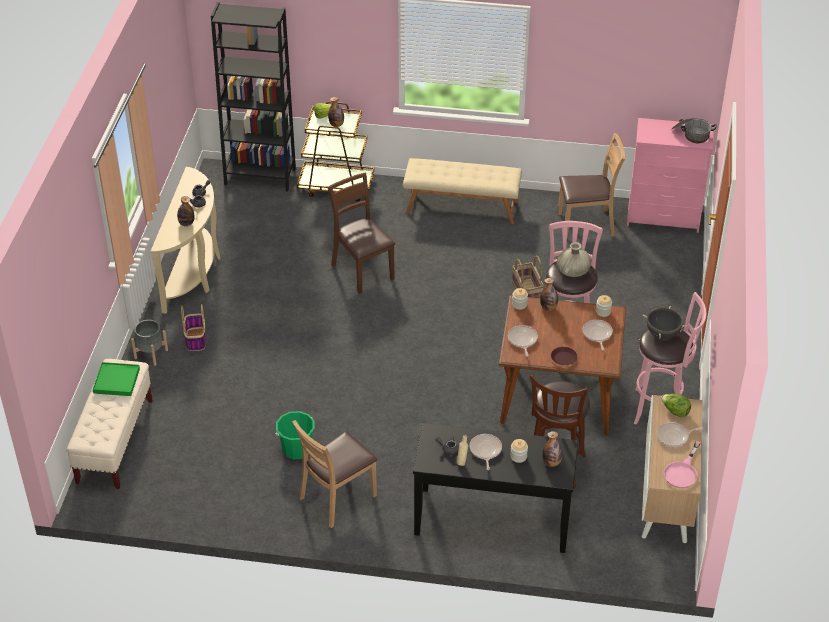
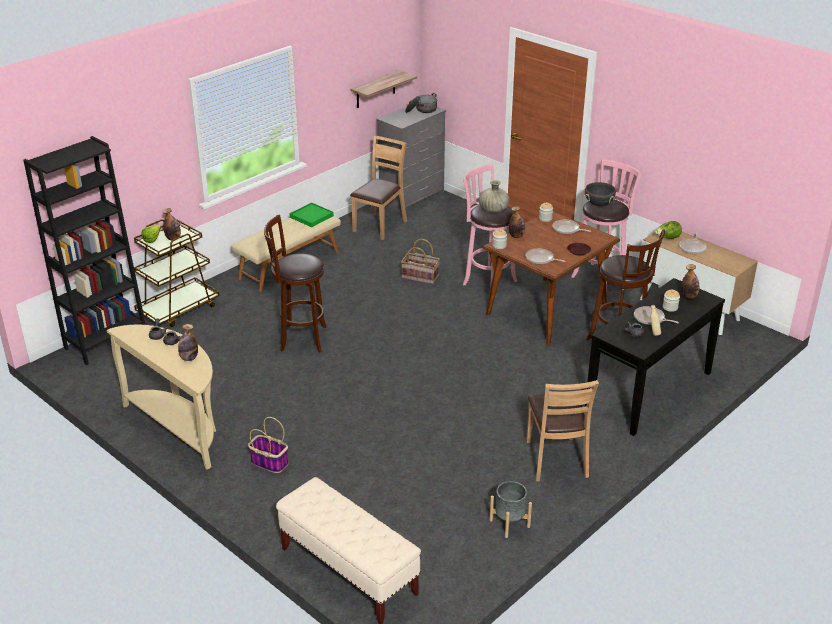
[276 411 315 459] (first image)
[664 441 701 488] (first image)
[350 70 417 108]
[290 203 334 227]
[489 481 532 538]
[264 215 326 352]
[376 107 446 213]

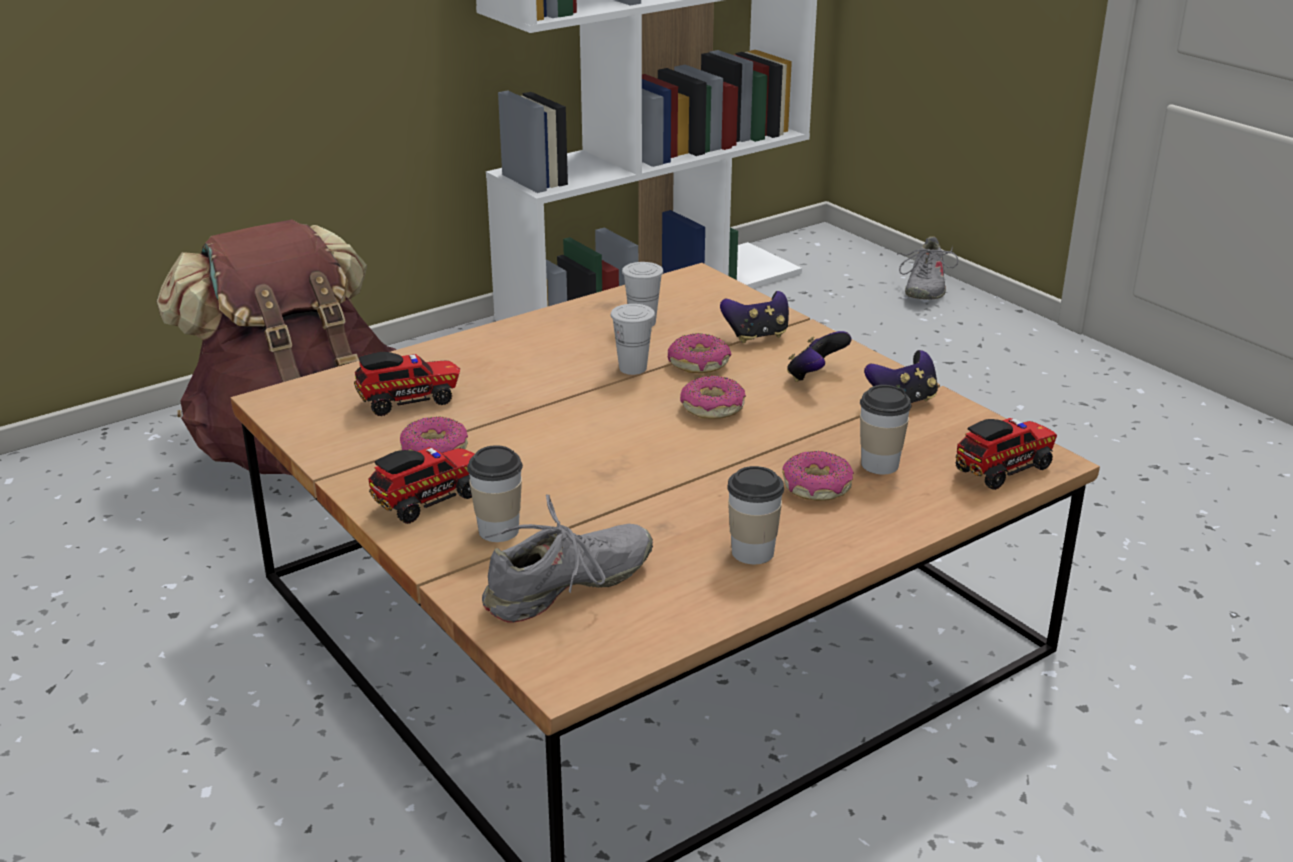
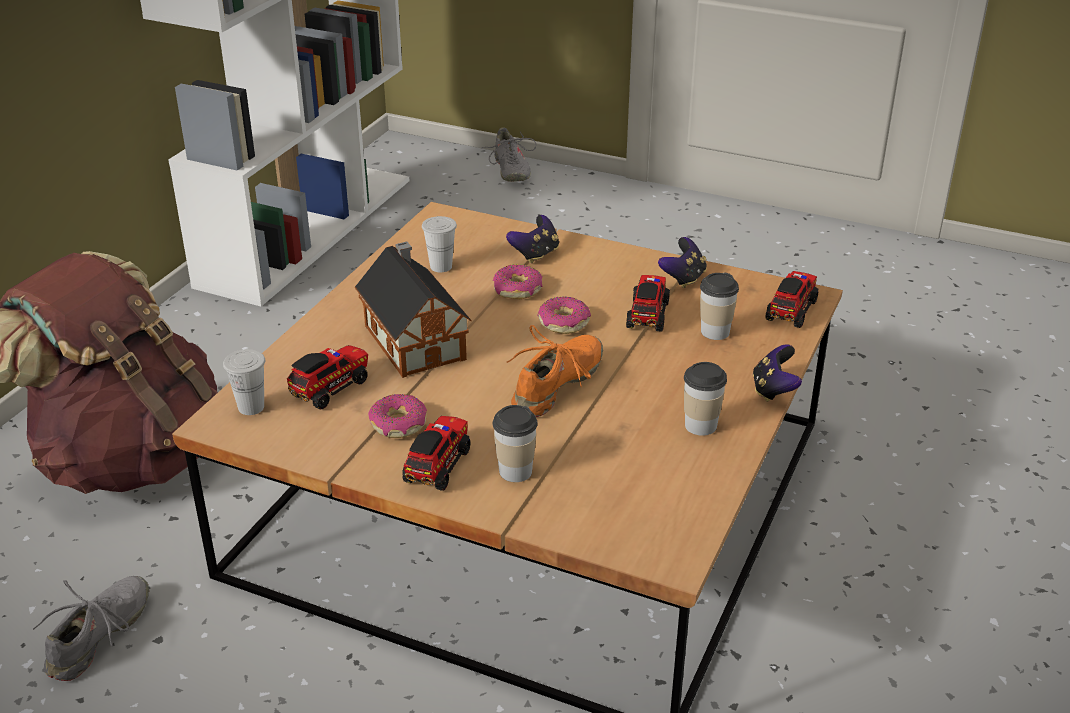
[782 451 854 501] (first image)
[355 242 472 378]
[507 325 603 417]
[626 275 670 332]
[33 576 150 681]
[223 349 265 415]
[753 344 802 402]

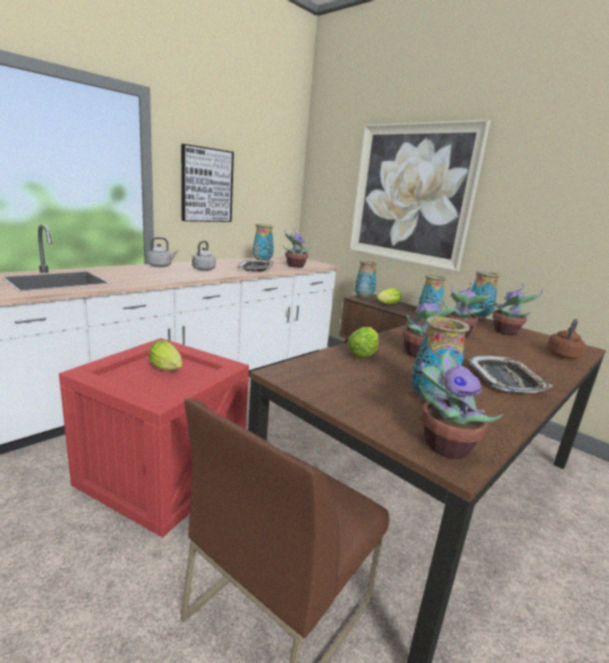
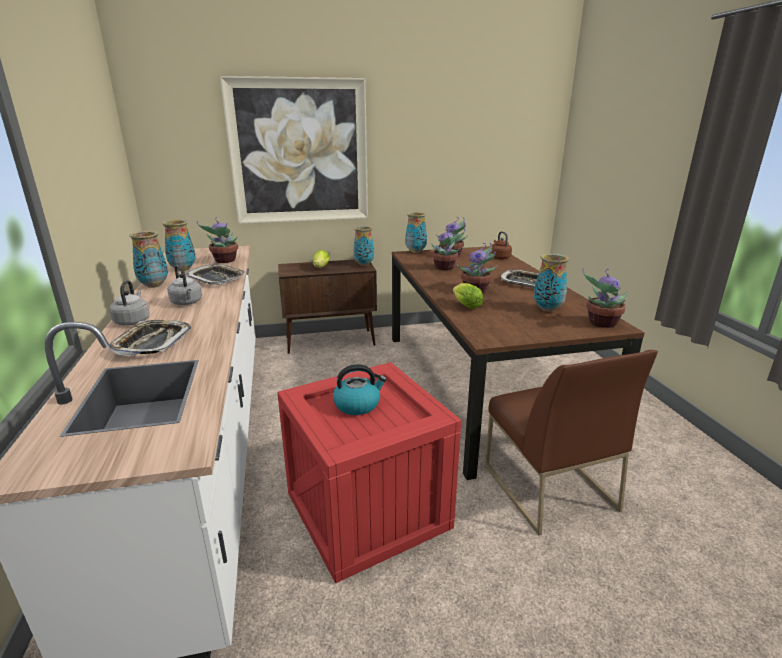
[181 144 234 222] (first image)
[109 320 191 357]
[129 231 168 288]
[333 364 387 415]

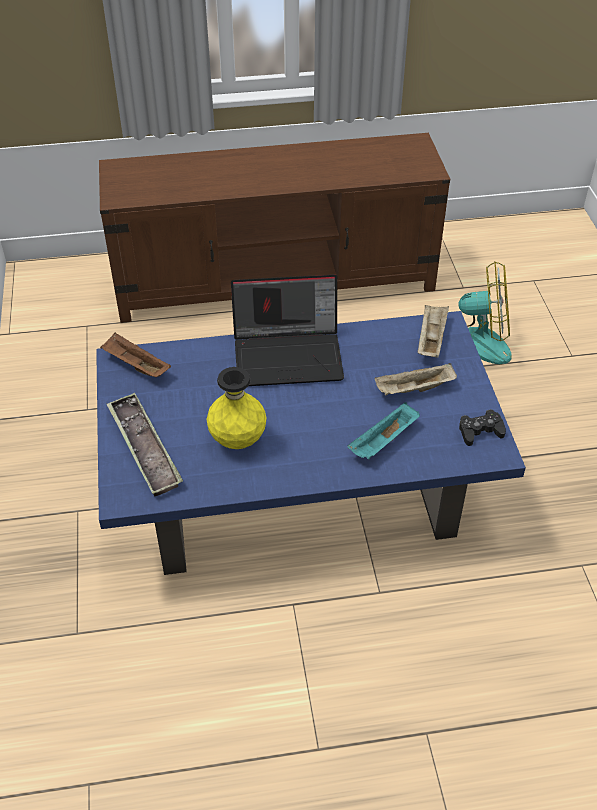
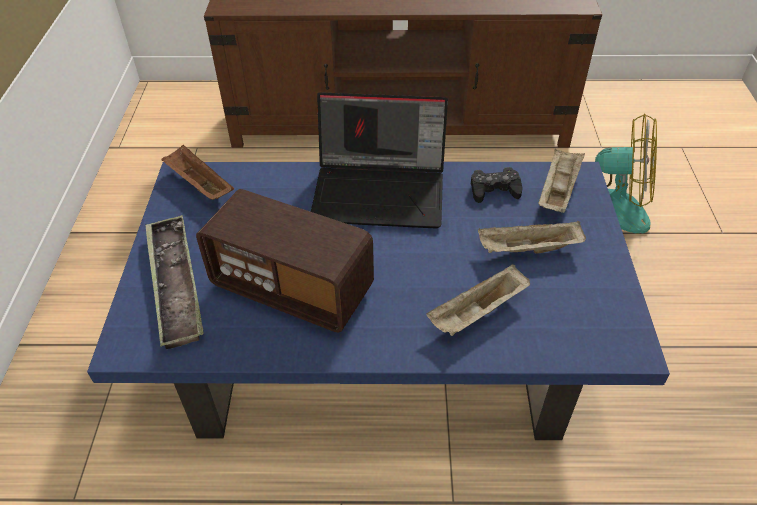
[471 167 523 203]
[196 189 374 333]
[426 264 530 336]

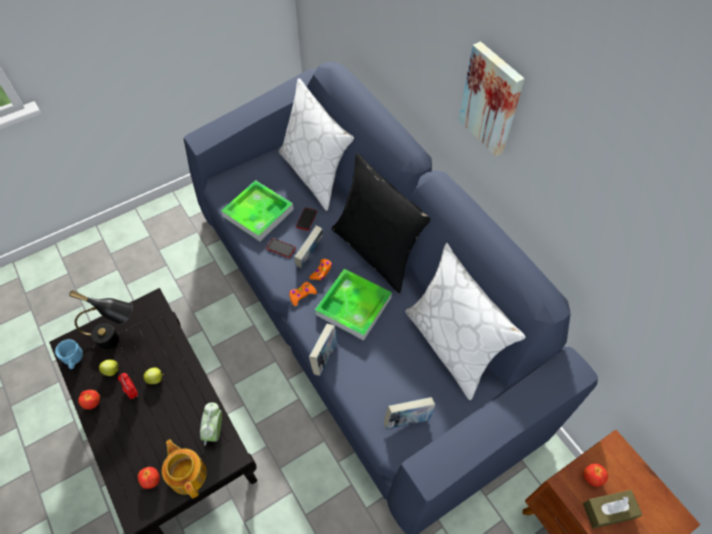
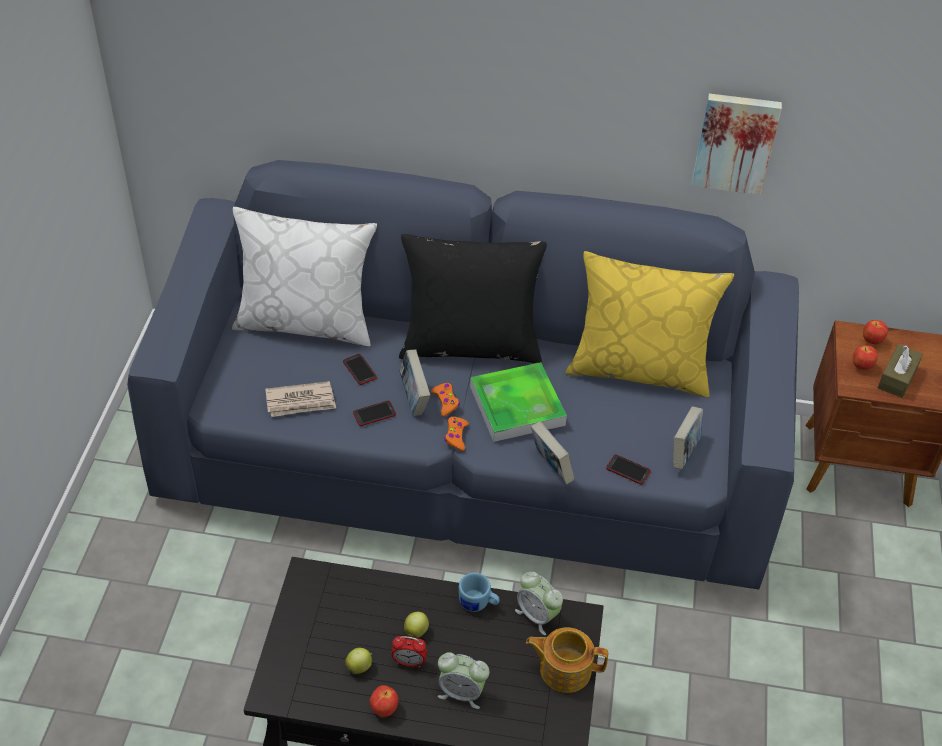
[69 290 133 350] (first image)
[438 652 489 709]
[606 454 651 485]
[459 573 500 612]
[863 320 888 344]
[691 93 782 195]
[265 381 336 417]
[566 251 734 397]

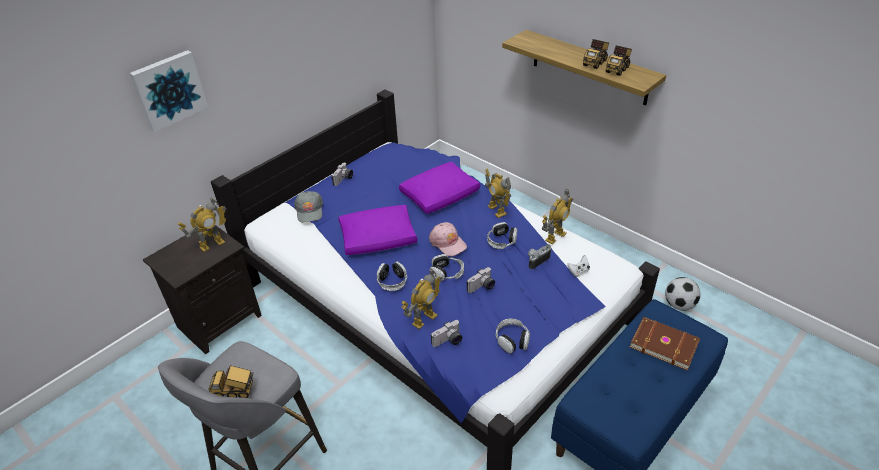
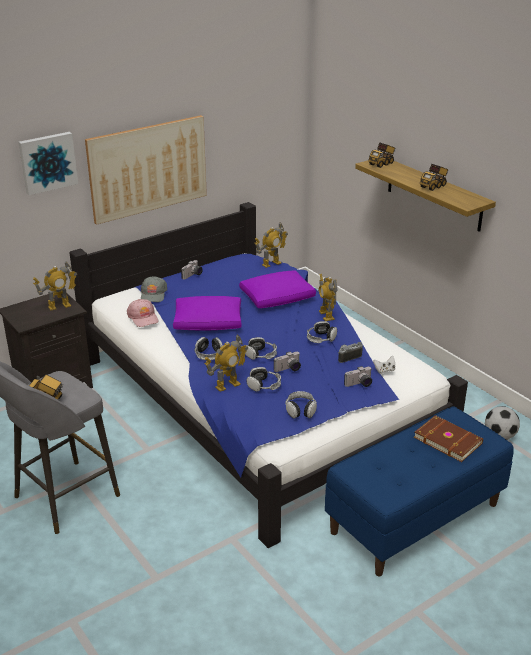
[85 115 207 225]
[247 367 281 392]
[127 299 158 327]
[344 366 372 387]
[254 222 288 268]
[368 142 396 168]

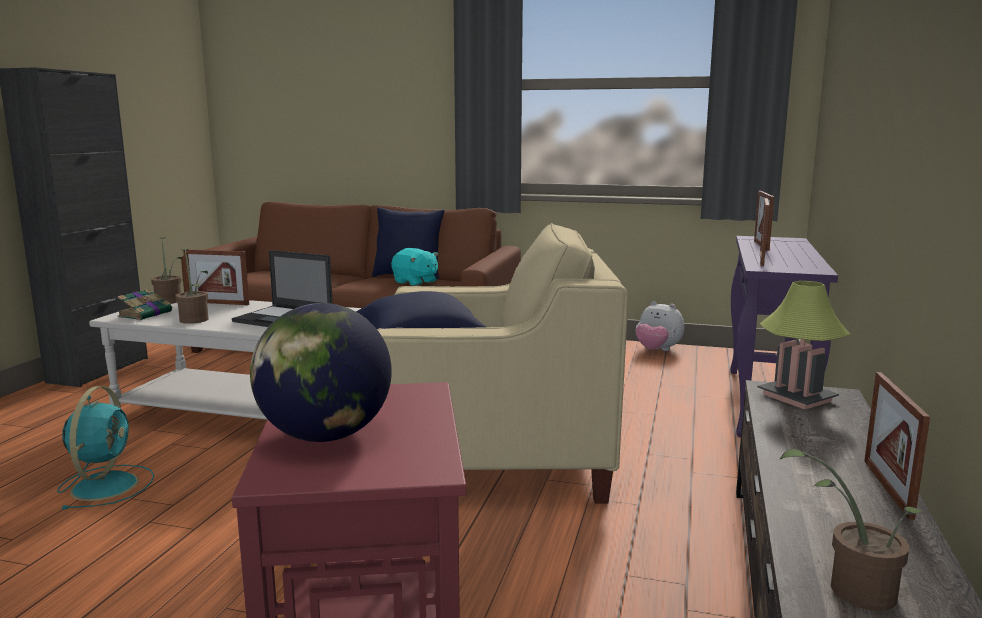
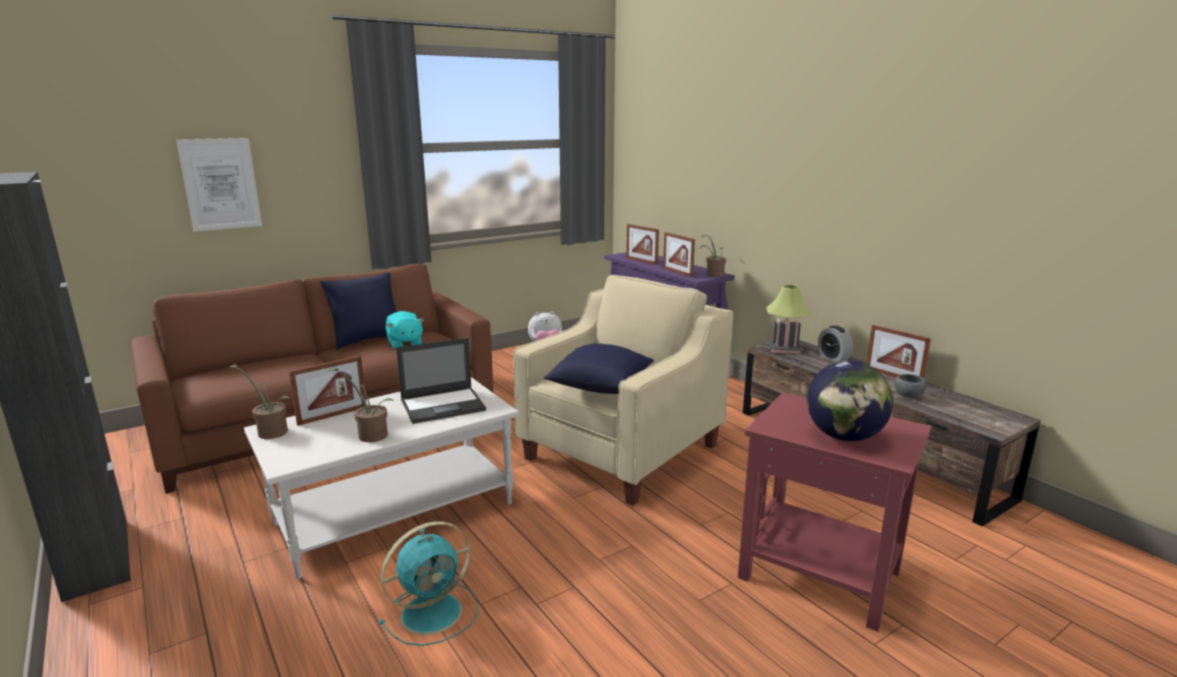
[117 289 173 320] (first image)
[176 138 262 232]
[818 326 853 362]
[894 374 926 398]
[700 235 726 277]
[379 521 478 646]
[385 311 424 349]

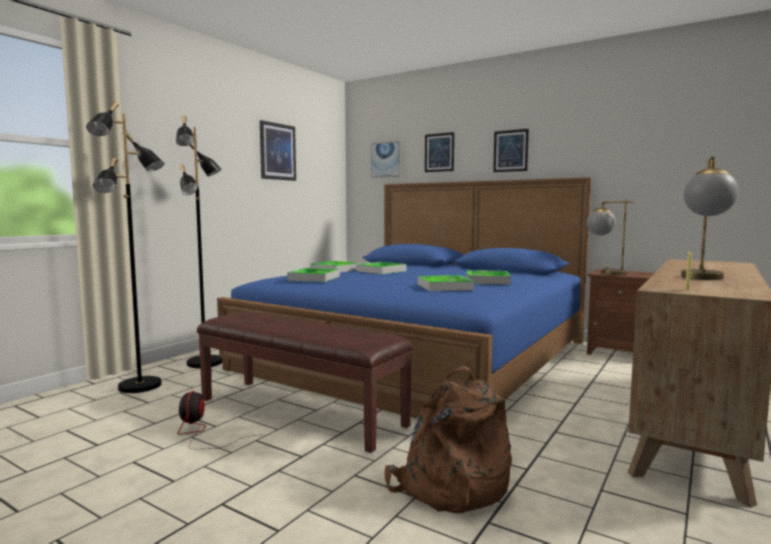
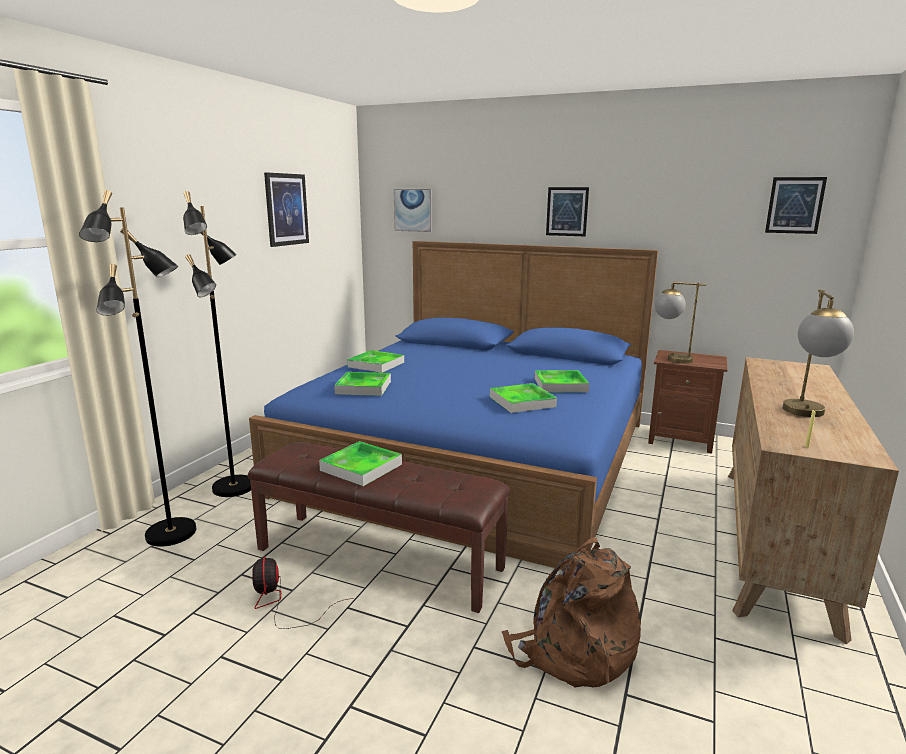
[319 441 402 486]
[765 177 827 234]

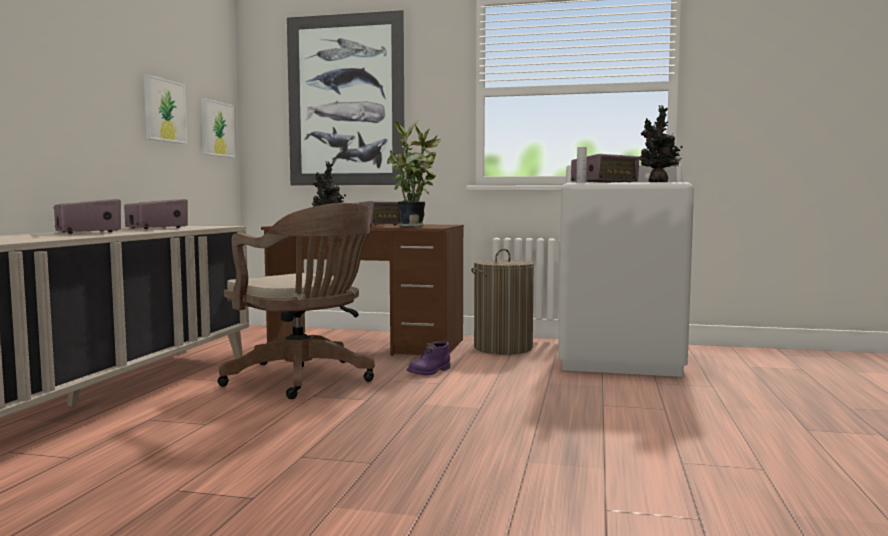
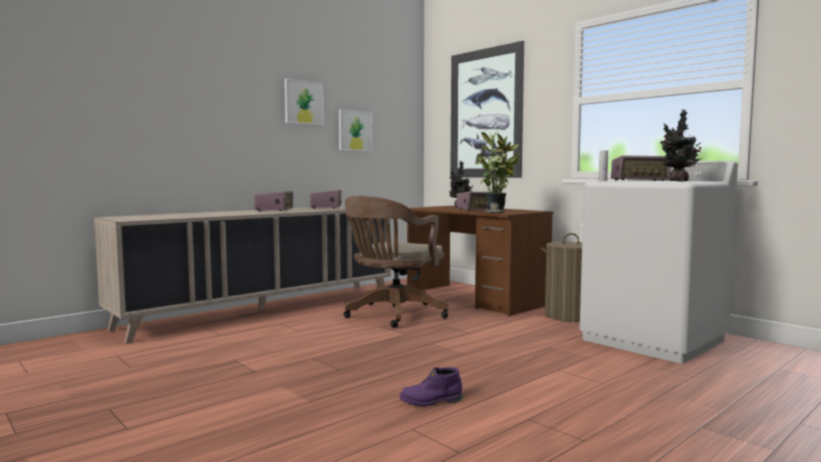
[285 78 324 126]
[399 367 462 407]
[344 196 449 328]

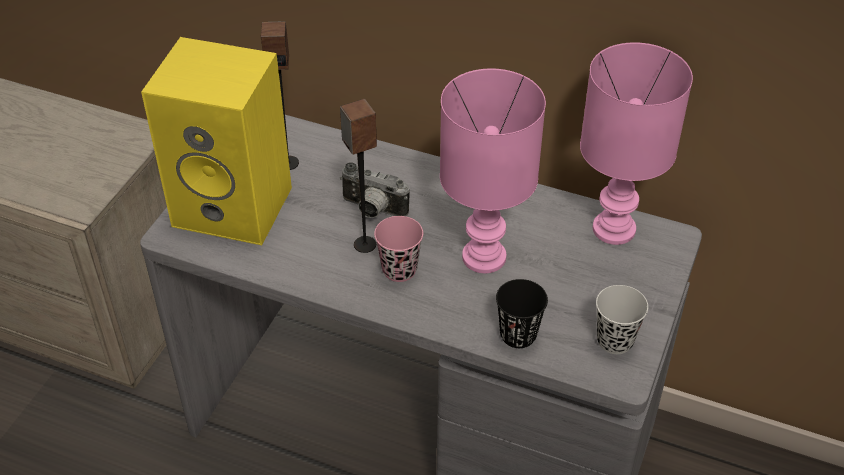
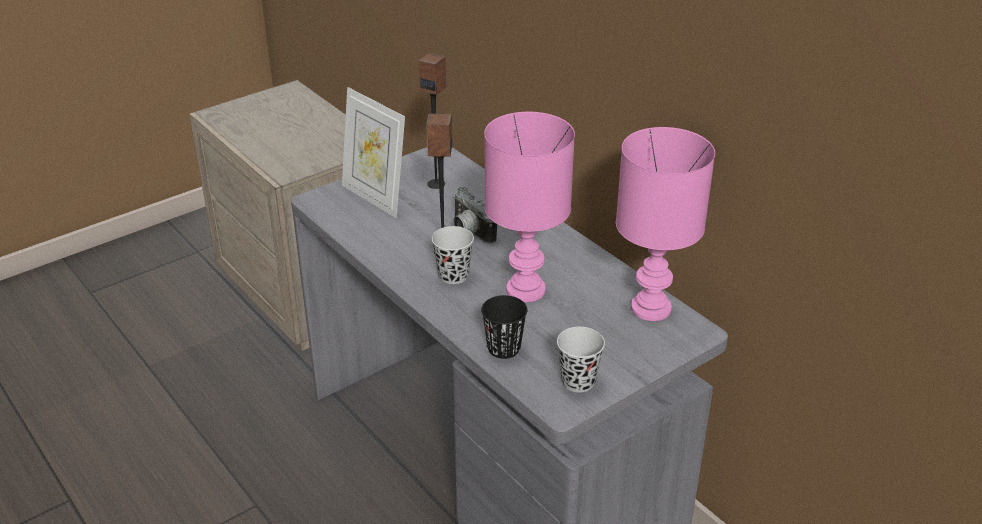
[342 87 405 218]
[432 226 474 284]

